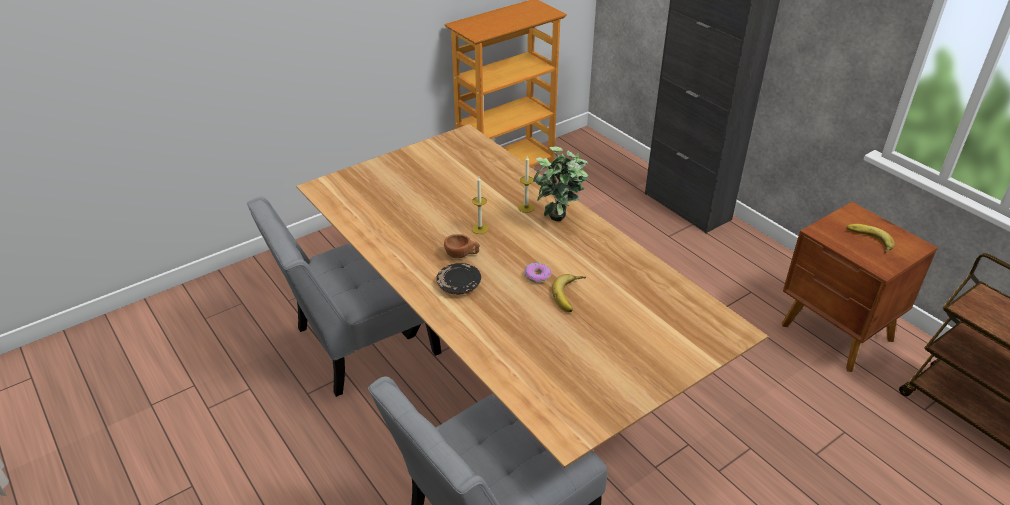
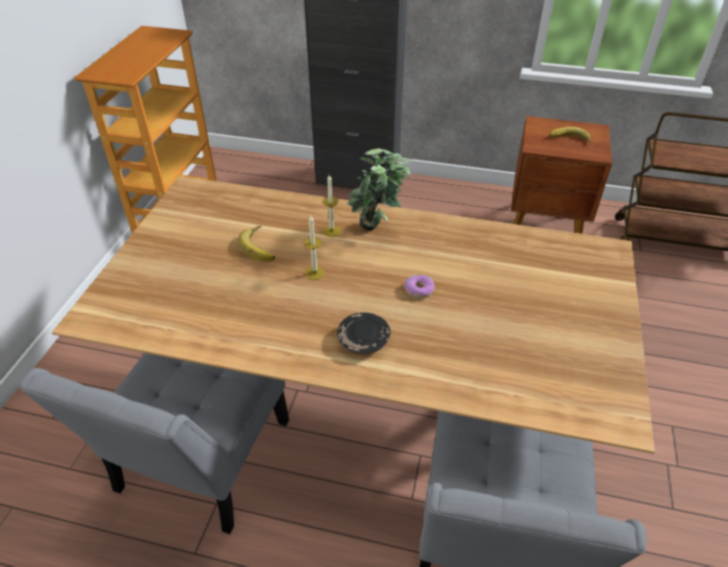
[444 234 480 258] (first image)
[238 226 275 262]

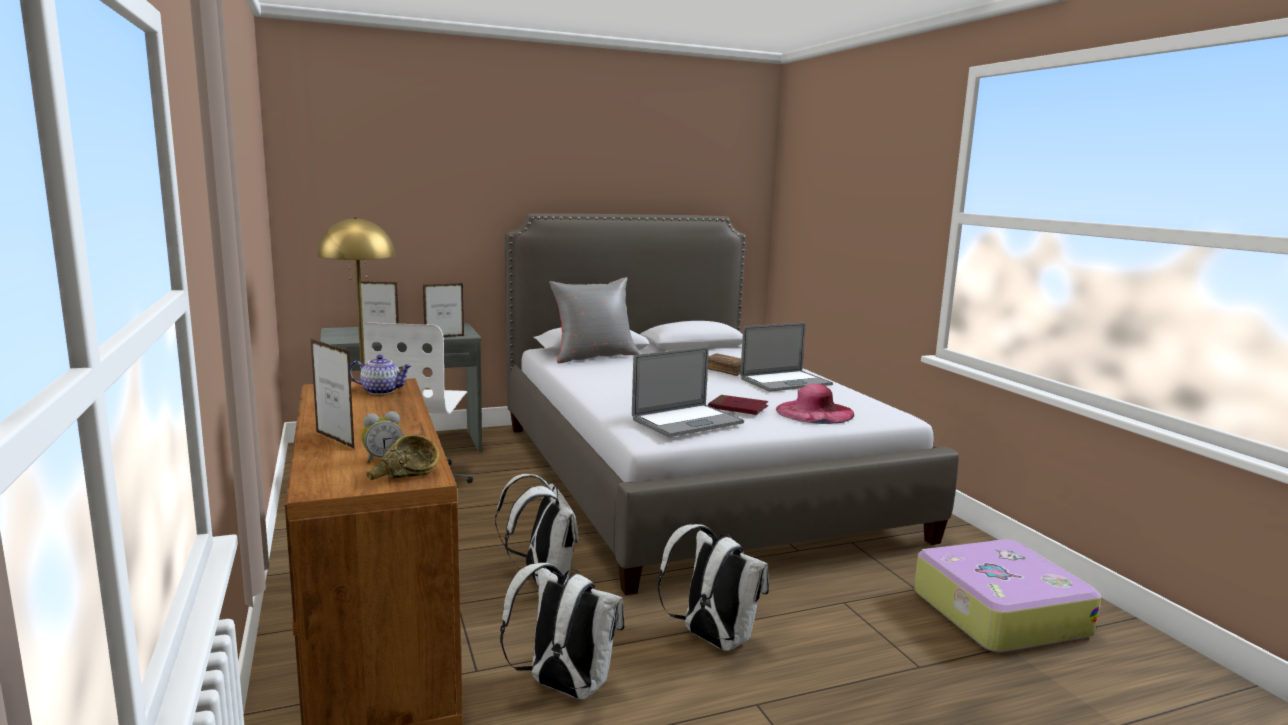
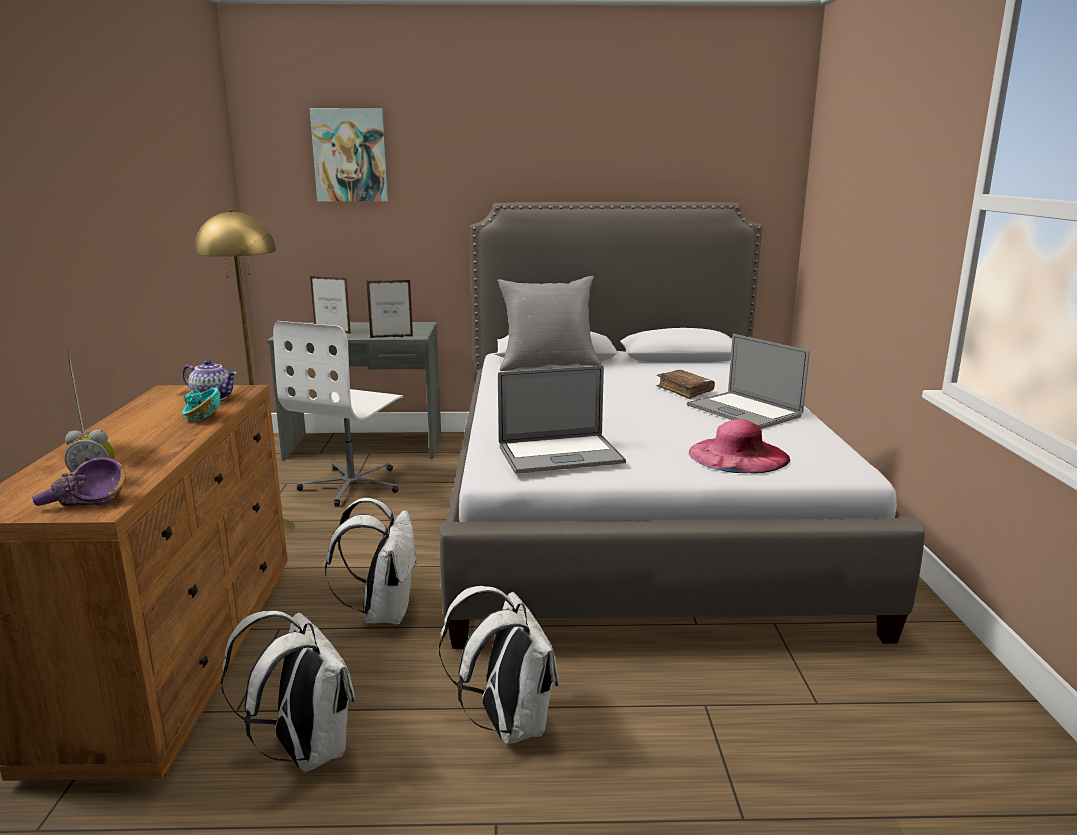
[708 395 768 415] (first image)
[914 539 1101 652] (first image)
[182 388 220 421]
[310 108 389 202]
[32 457 126 506]
[687 334 810 429]

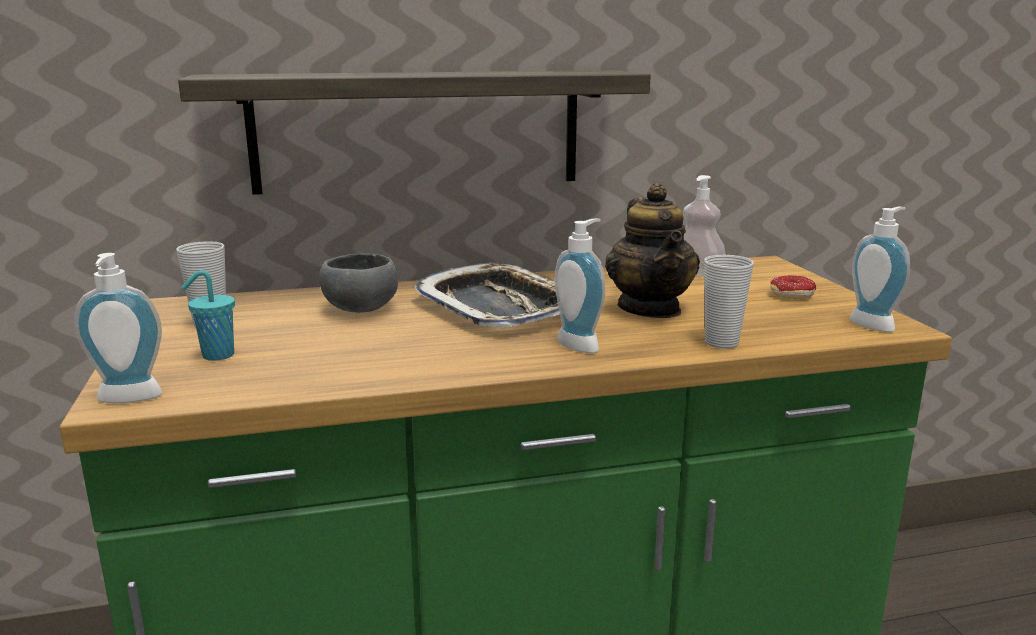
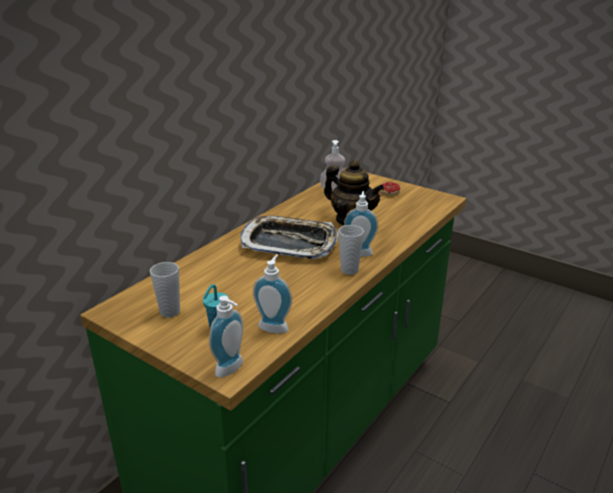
[178 70 651 195] (first image)
[319 253 398 313] (first image)
[338 225 364 275]
[253 254 292 333]

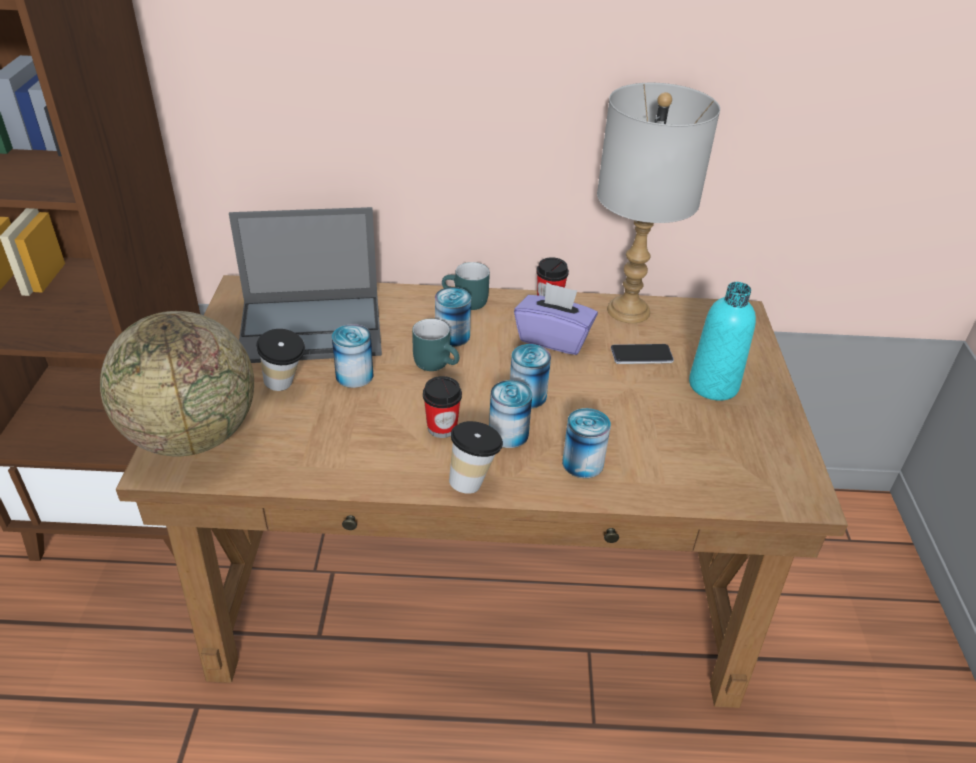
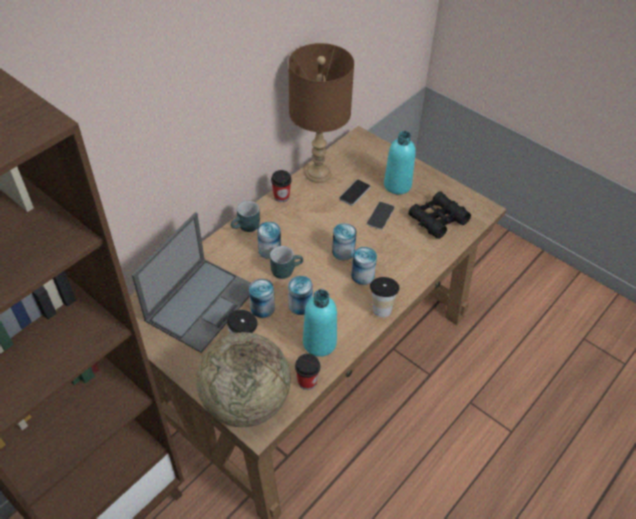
[514 282 598 355] (first image)
[303 289 337 357]
[366 202 395 230]
[408 191 471 239]
[295 353 320 390]
[288 276 313 315]
[288 43 354 183]

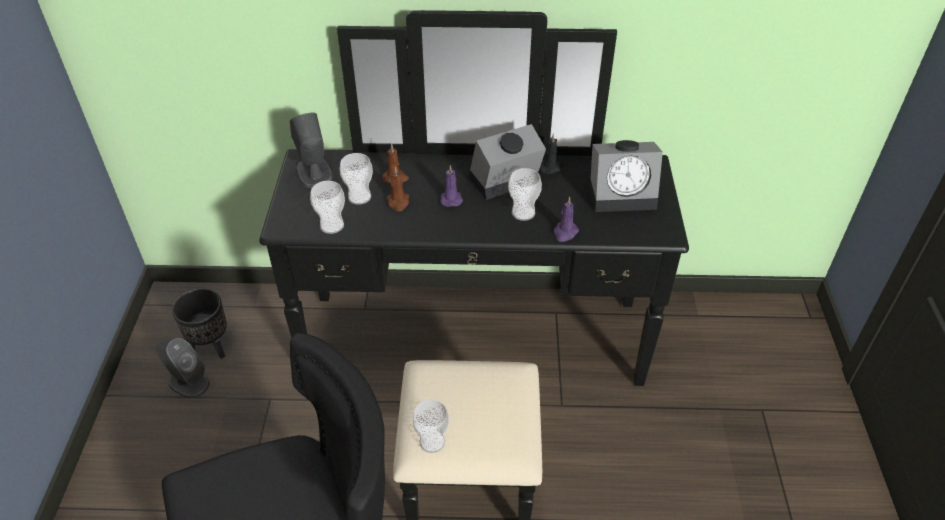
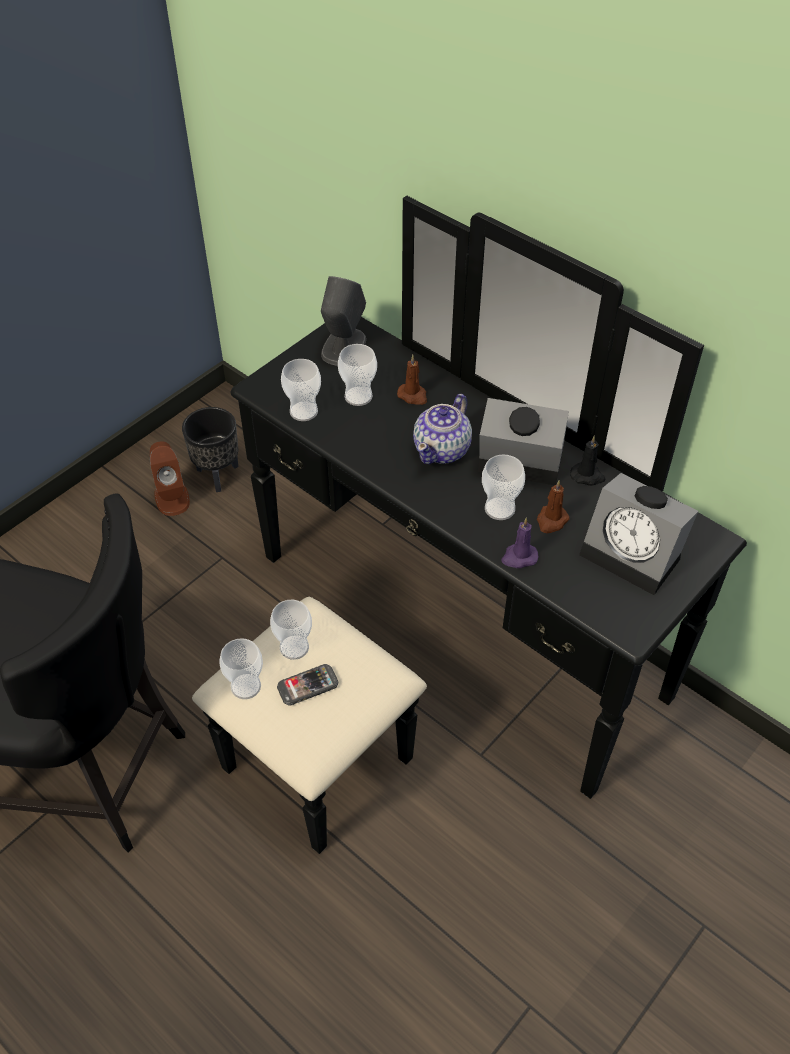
[270 600 312 660]
[277 664 338 706]
[537 480 569 533]
[413 394 472 464]
[150 441 190 516]

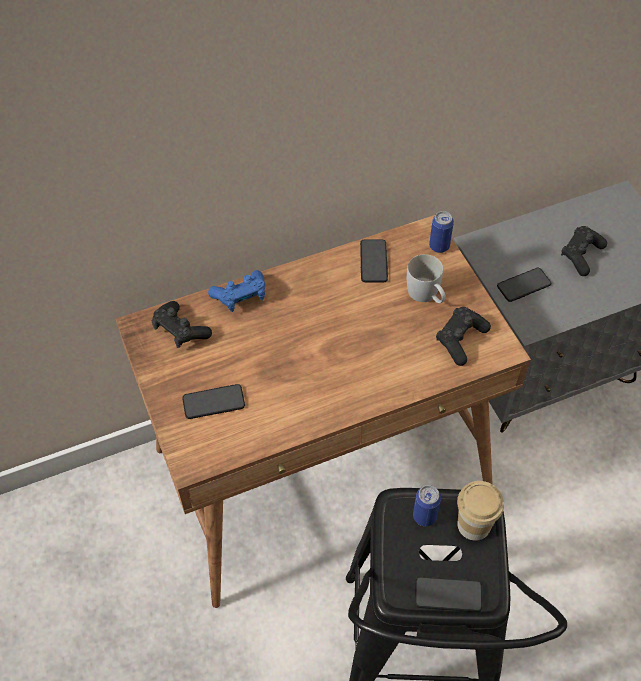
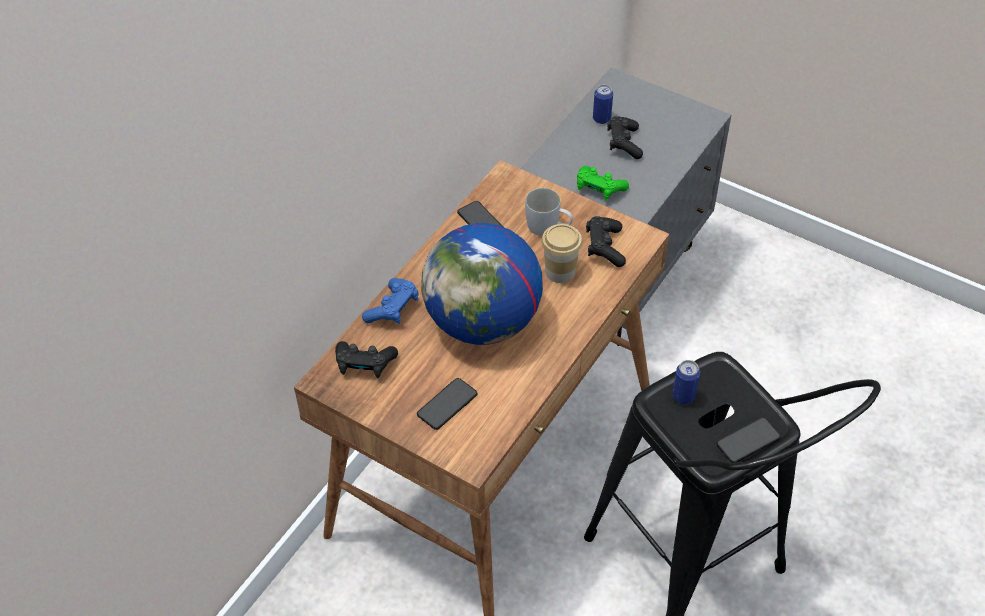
[421 223 543 345]
[593 84 613 124]
[541 224 582 283]
[577 166 629 201]

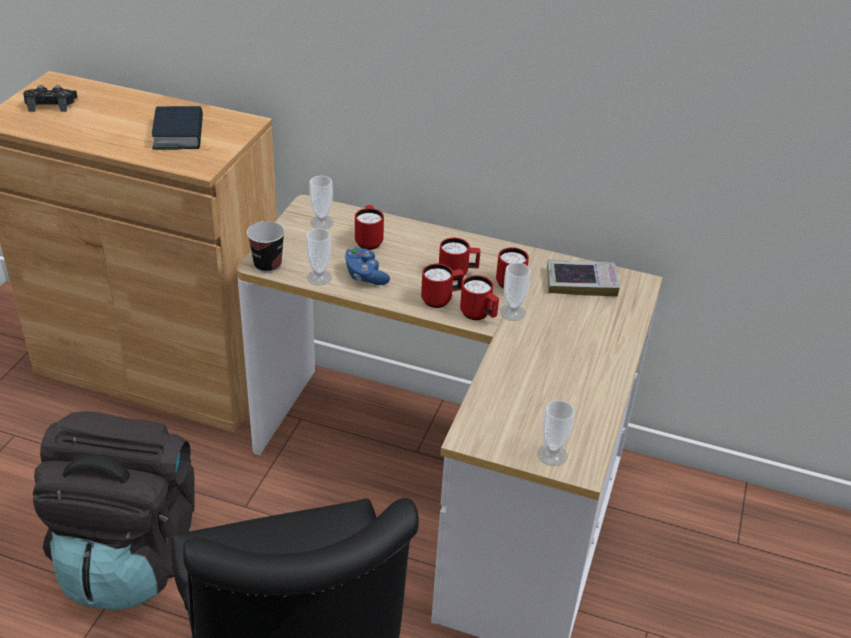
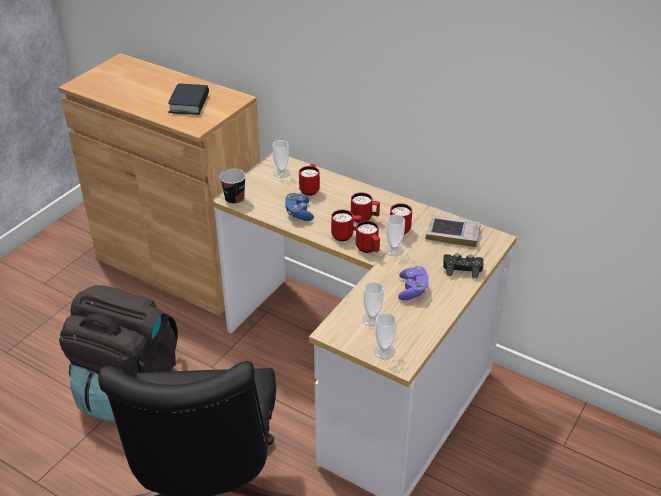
[398 266 429 300]
[443 253 484 278]
[362 281 384 327]

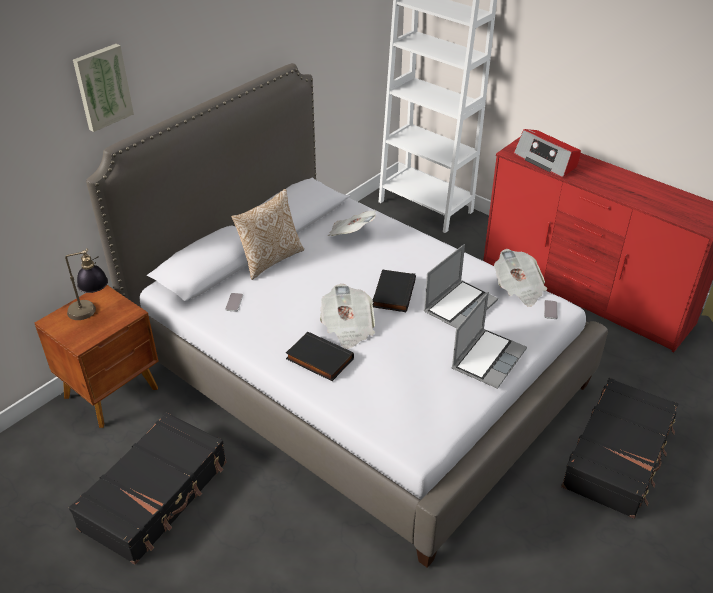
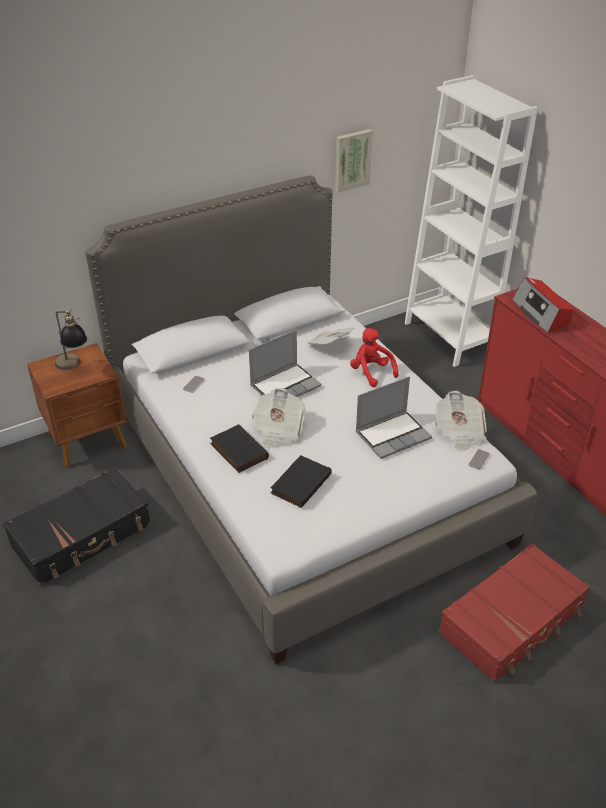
[232 189 304 280] (first image)
[350 328 399 387]
[335 129 373 193]
[270 455 332 508]
[249 330 321 397]
[438 543 590 683]

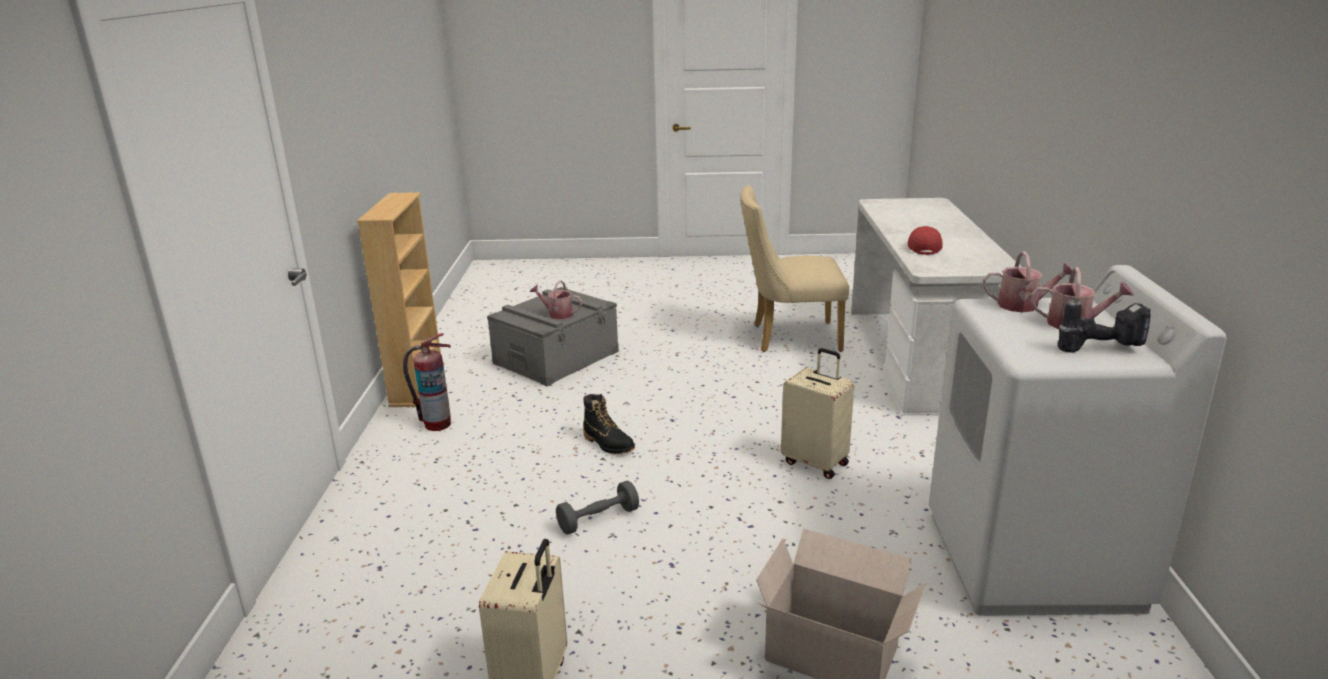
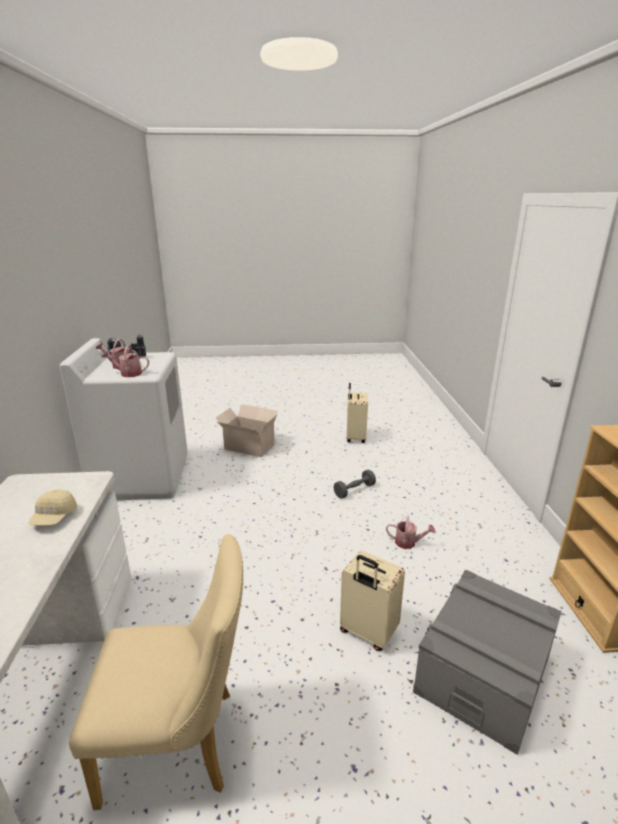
[403 333 451 431] (first image)
[583 394 635 454] (first image)
[386 515 436 549]
[340 551 405 651]
[28 489 77 525]

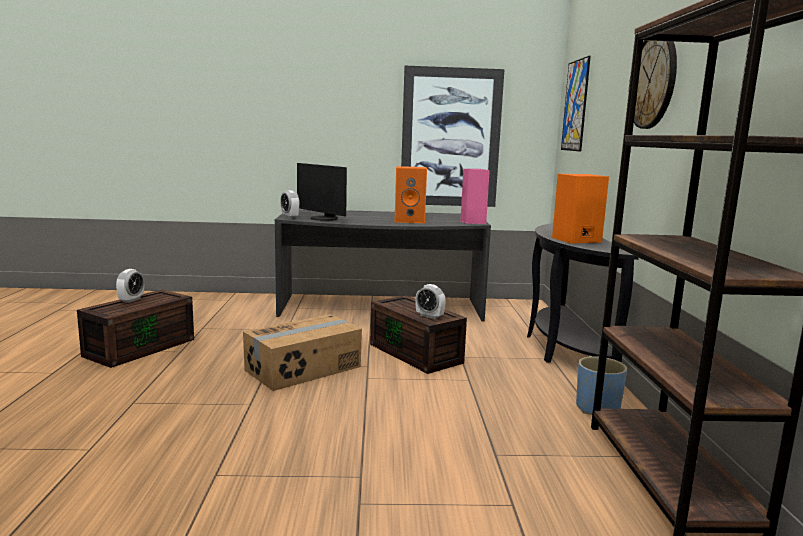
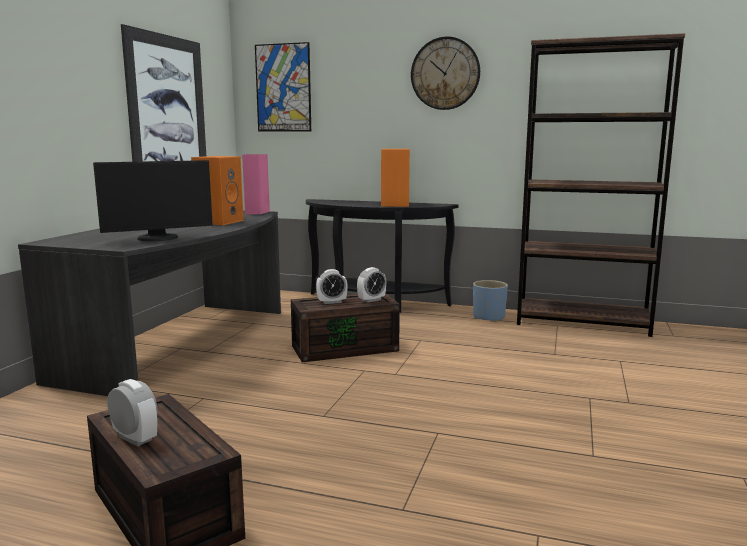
[243 314 362 391] (first image)
[316 269 348 304]

